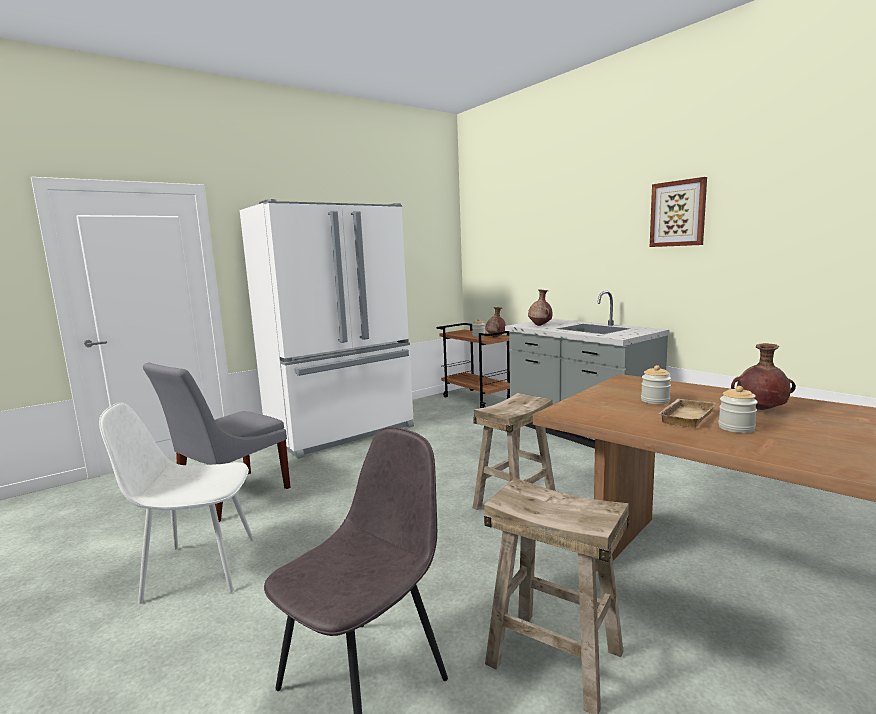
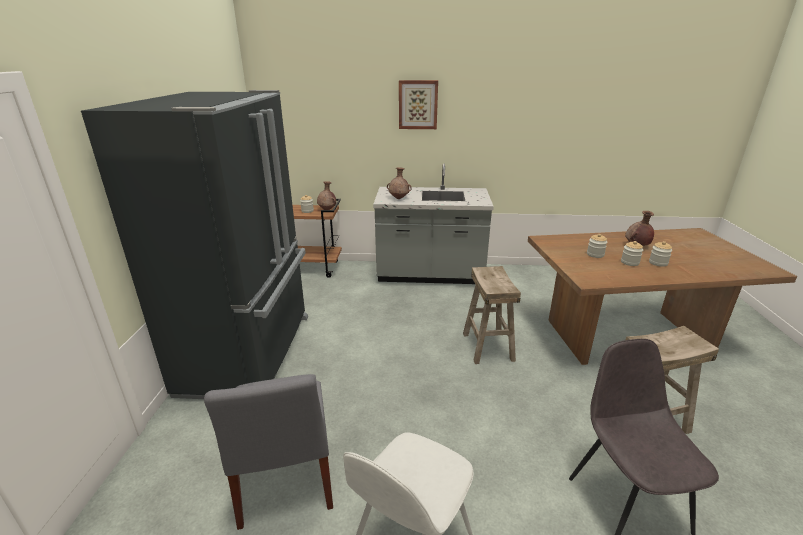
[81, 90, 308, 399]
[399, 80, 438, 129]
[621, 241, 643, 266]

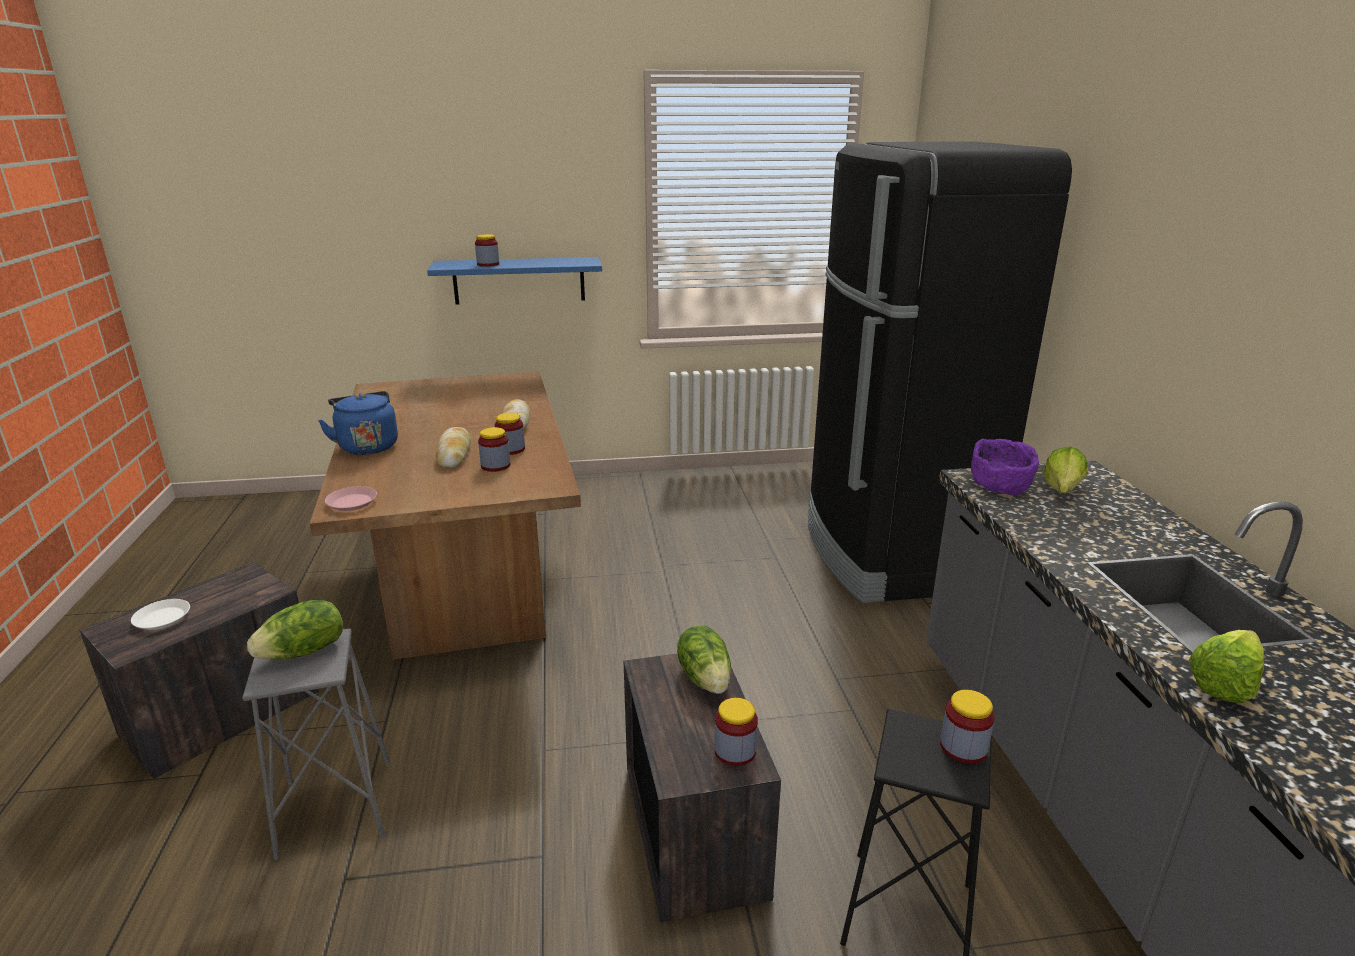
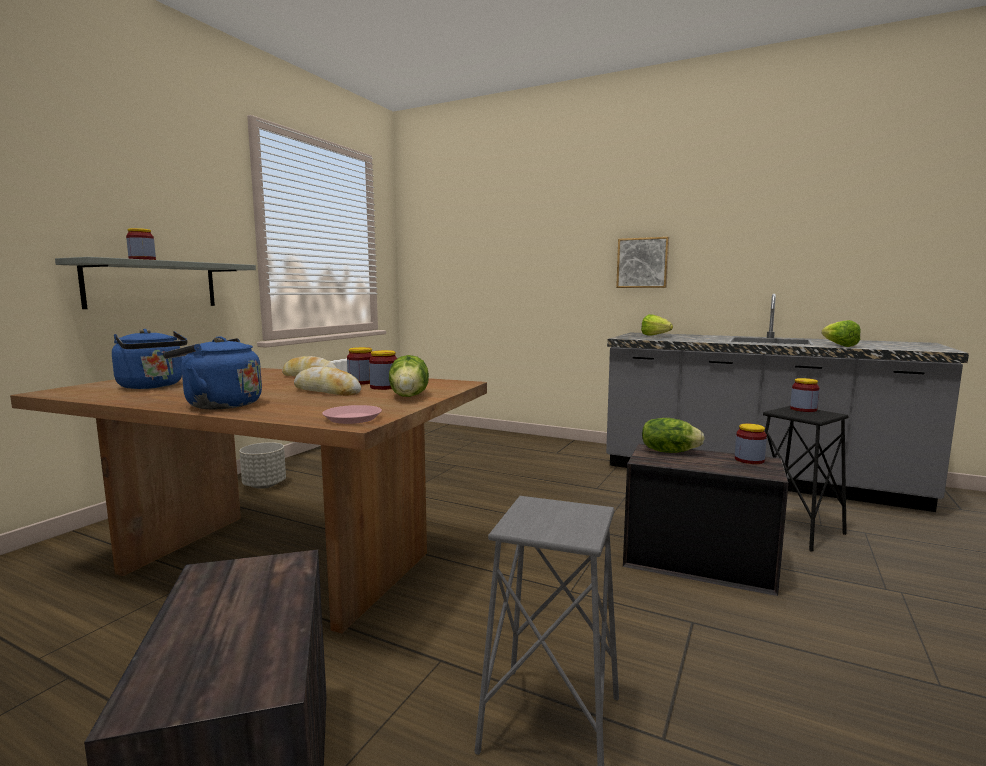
[55, 257, 256, 309]
[112, 329, 188, 389]
[239, 442, 286, 489]
[389, 355, 429, 397]
[616, 237, 669, 288]
[131, 599, 190, 630] (first image)
[808, 141, 1072, 603] (first image)
[971, 439, 1039, 495] (first image)

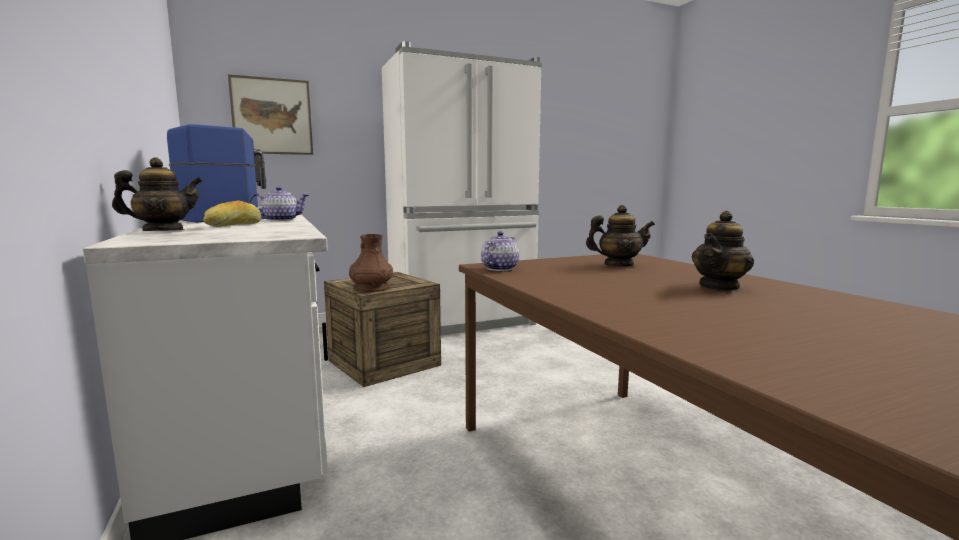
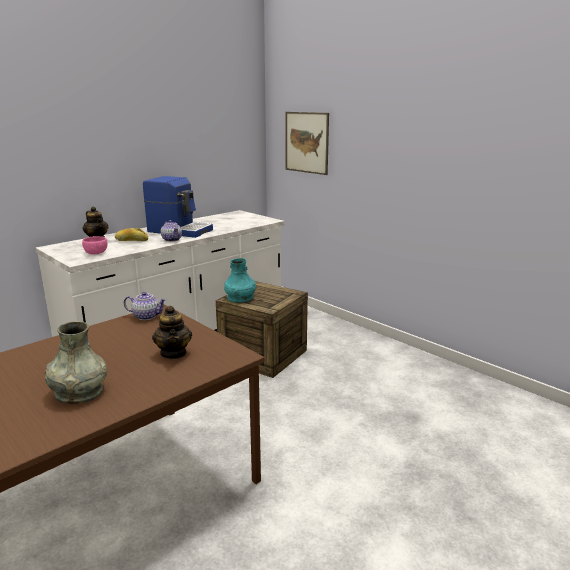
[45, 321, 107, 404]
[82, 236, 108, 255]
[224, 258, 256, 303]
[382, 41, 542, 335] (first image)

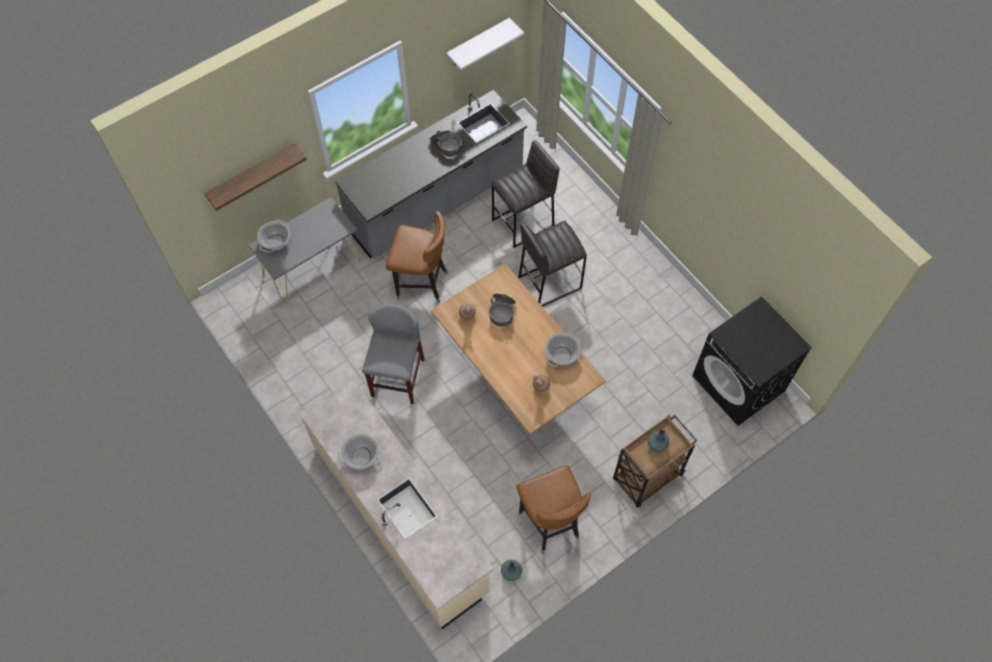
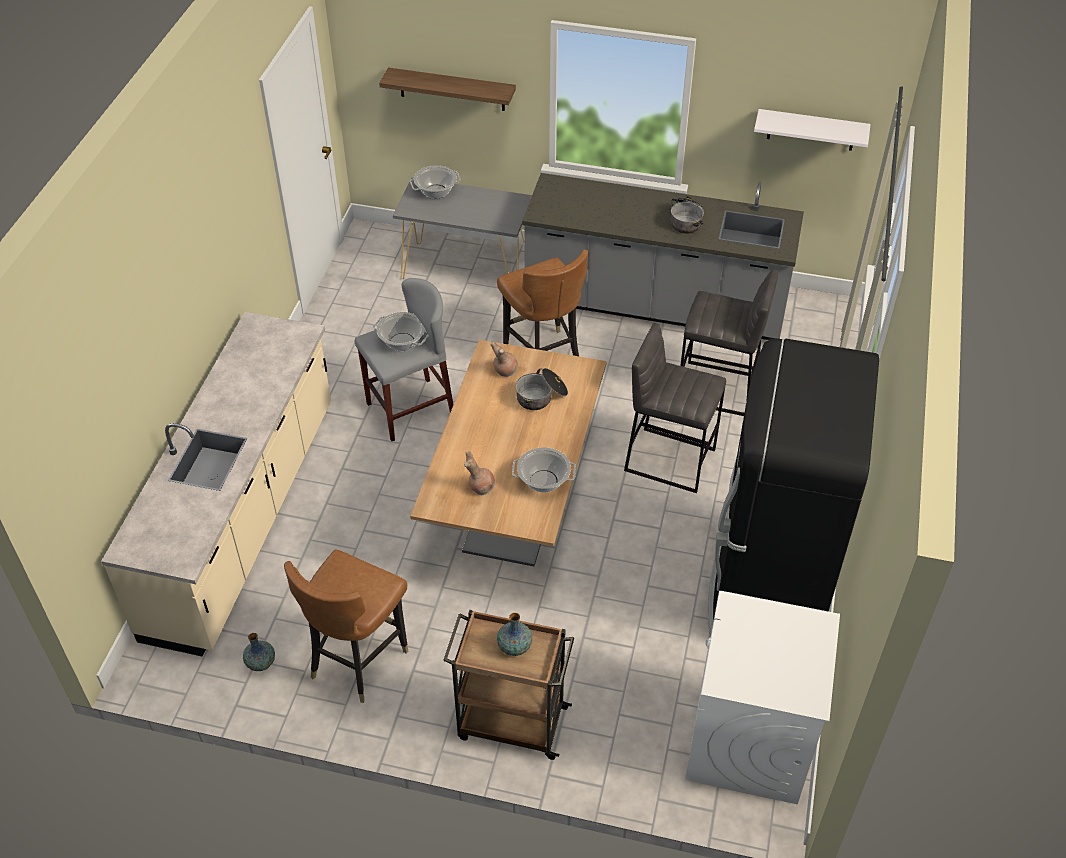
[373, 312, 429, 351]
[685, 591, 840, 805]
[708, 338, 879, 637]

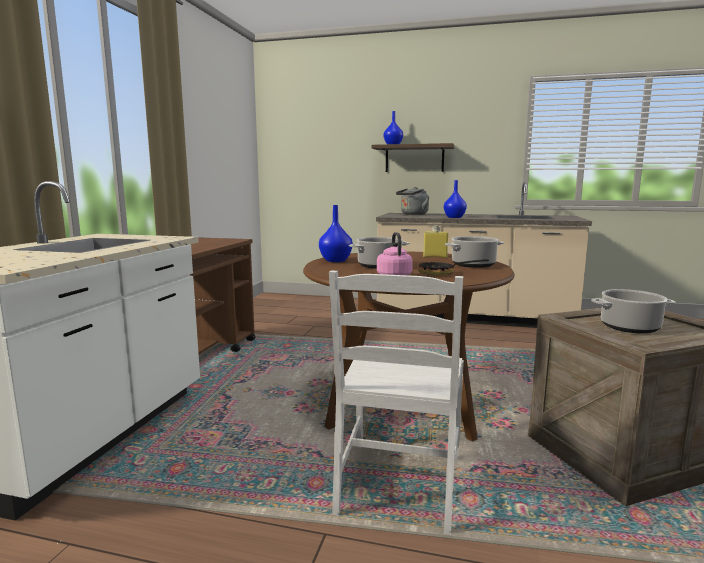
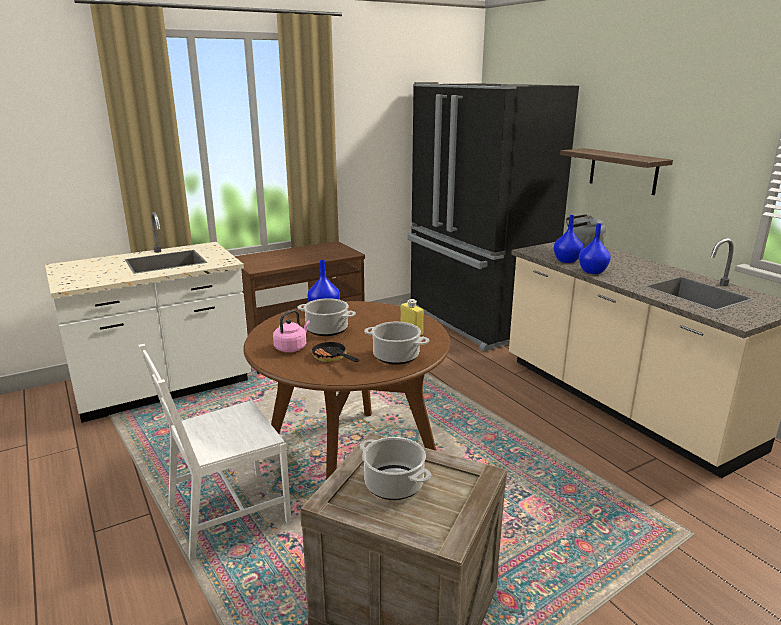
[407, 82, 579, 351]
[554, 215, 583, 263]

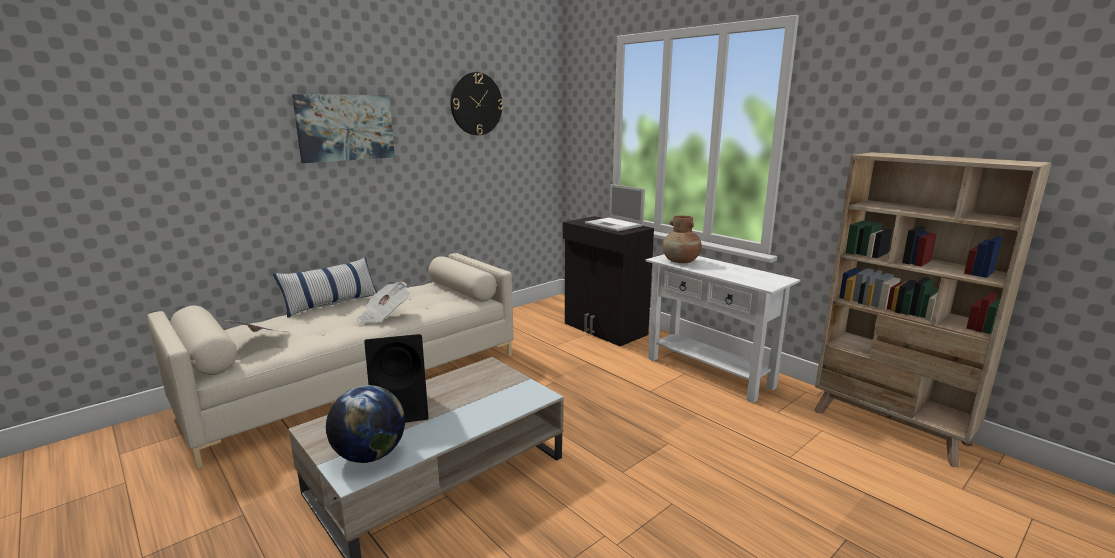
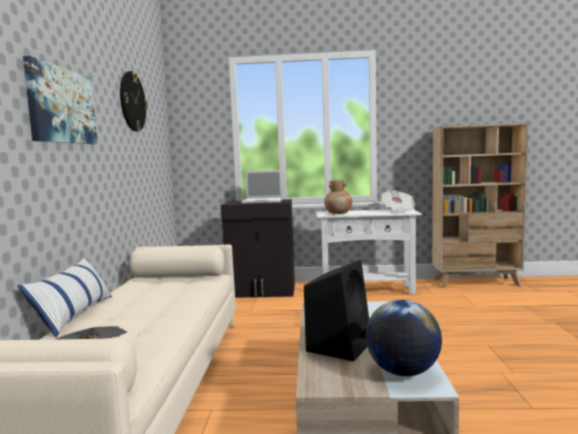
[381, 190, 415, 213]

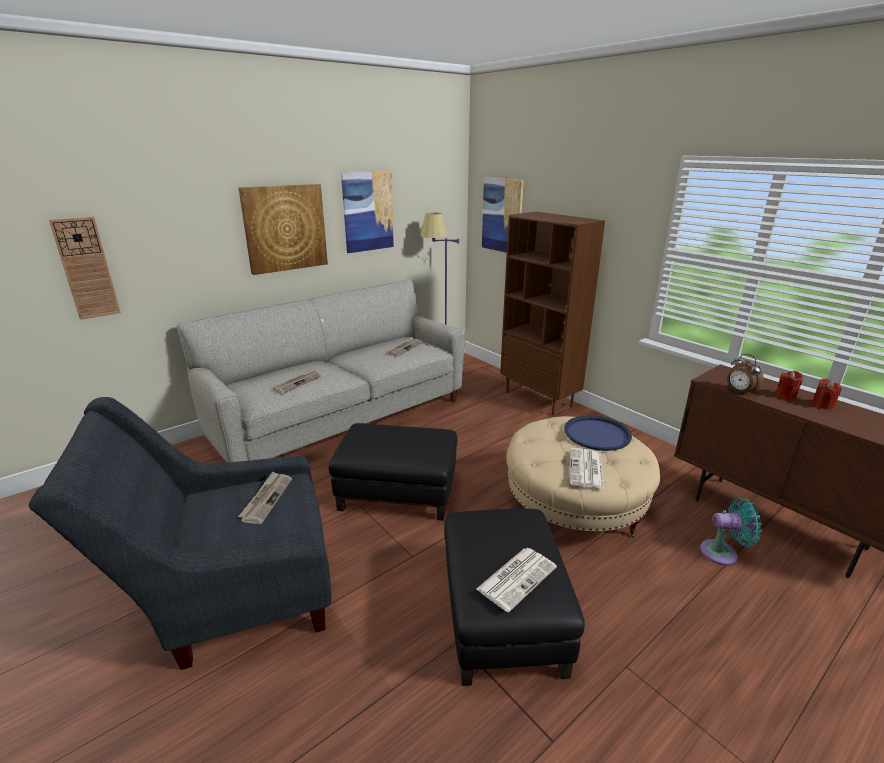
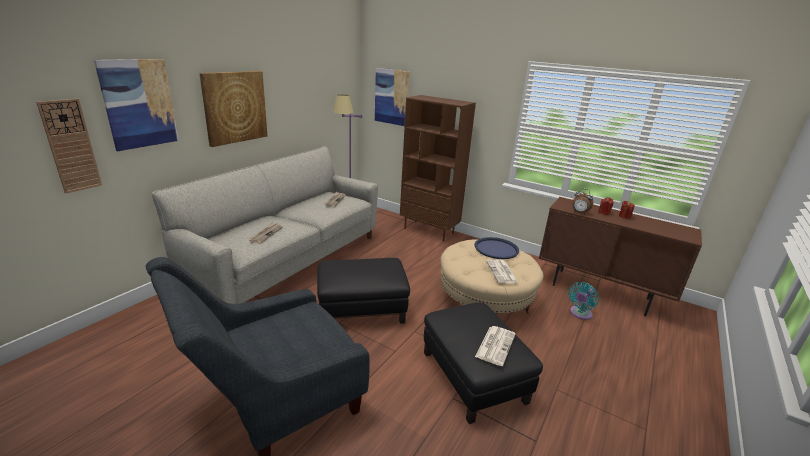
[94, 59, 179, 151]
[568, 282, 599, 320]
[238, 472, 292, 524] (first image)

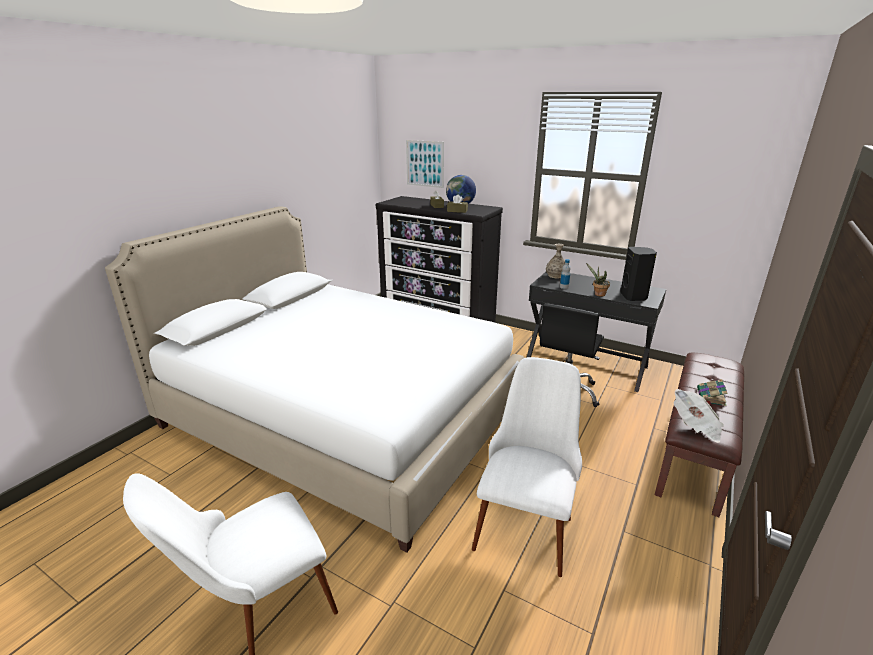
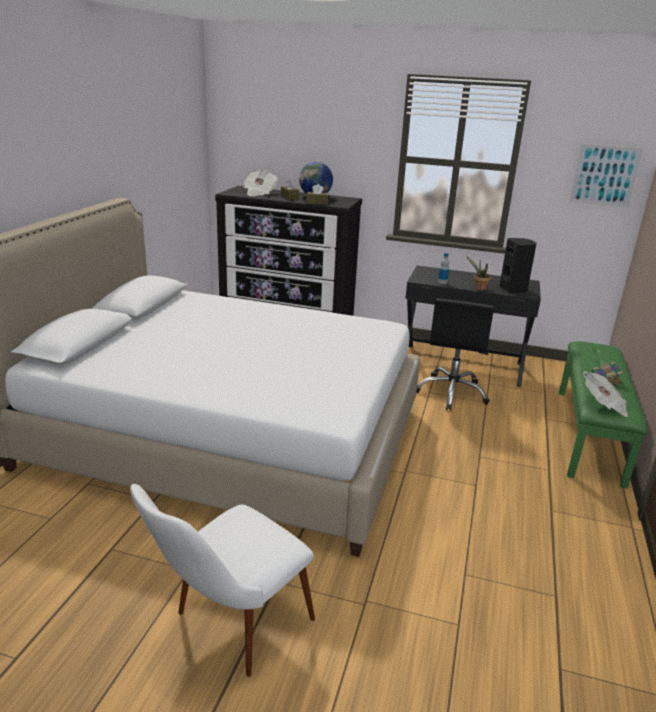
[244, 170, 278, 196]
[559, 342, 648, 489]
[569, 144, 643, 207]
[472, 357, 582, 577] (first image)
[546, 244, 565, 278] (first image)

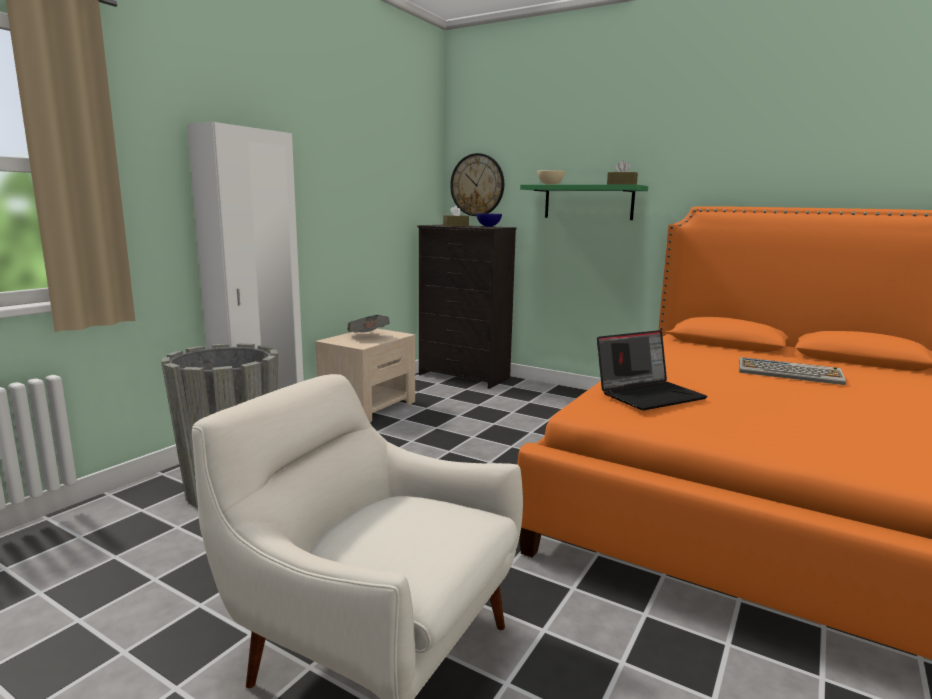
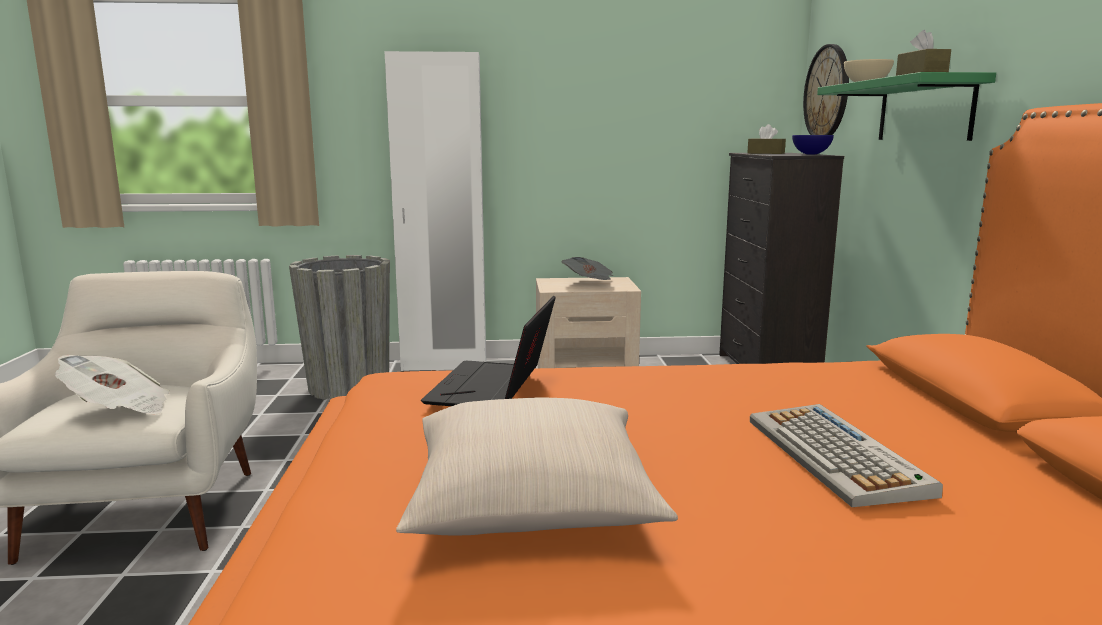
[55, 355, 169, 415]
[396, 398, 678, 535]
[421, 296, 556, 406]

